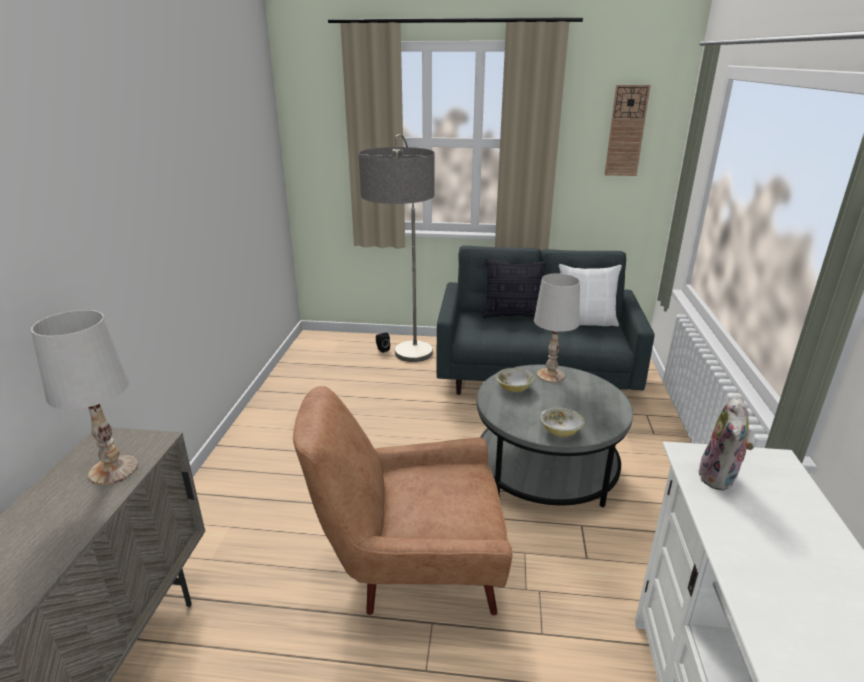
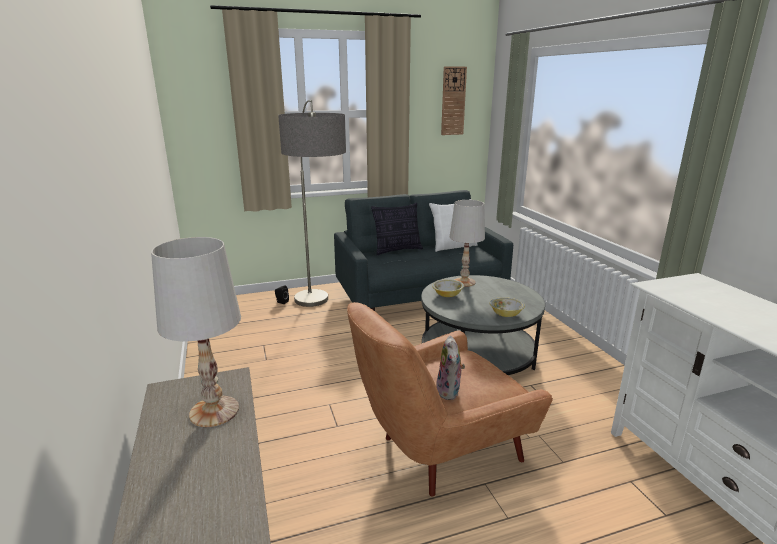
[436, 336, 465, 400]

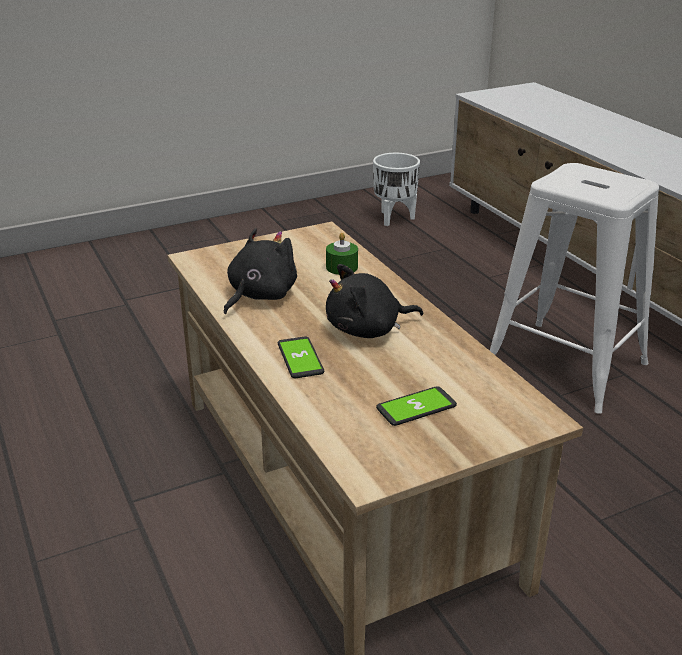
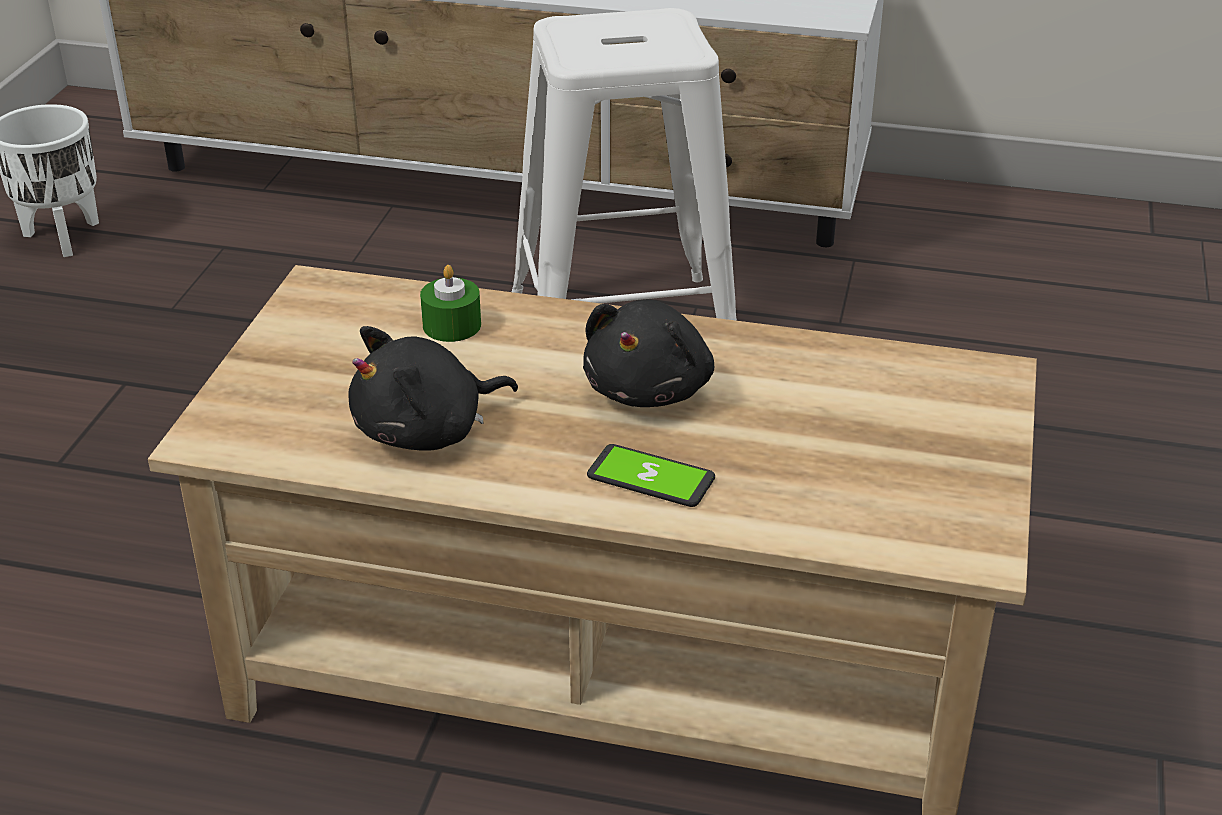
[348, 326, 518, 451]
[376, 386, 457, 426] (first image)

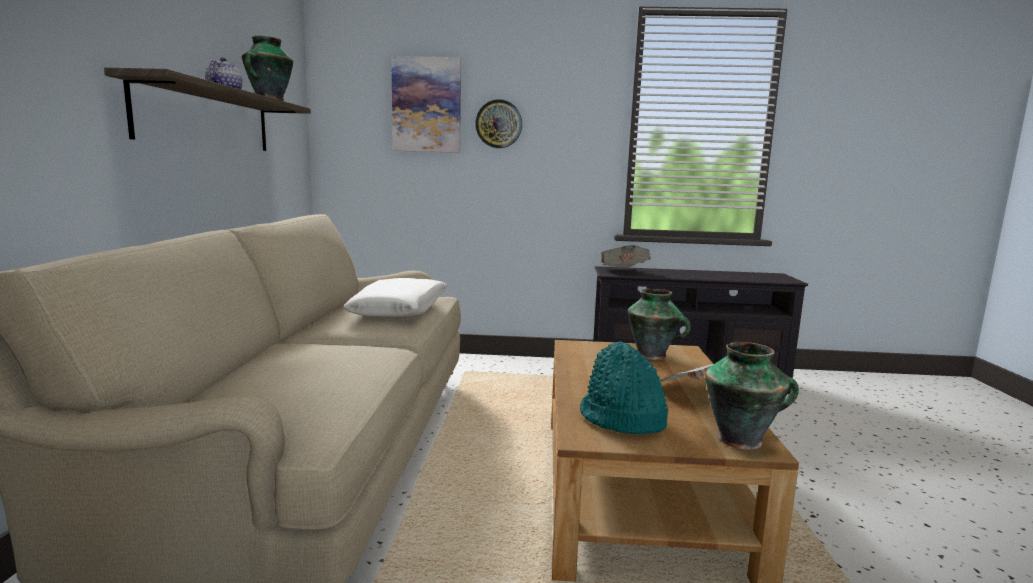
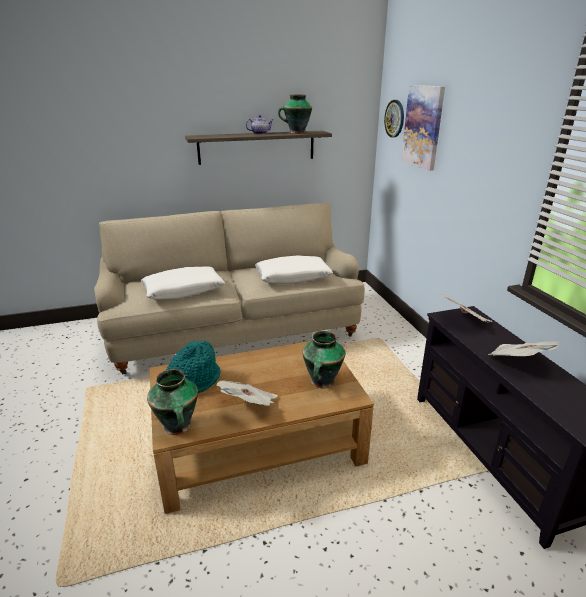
[141, 267, 225, 299]
[384, 100, 404, 138]
[488, 341, 559, 356]

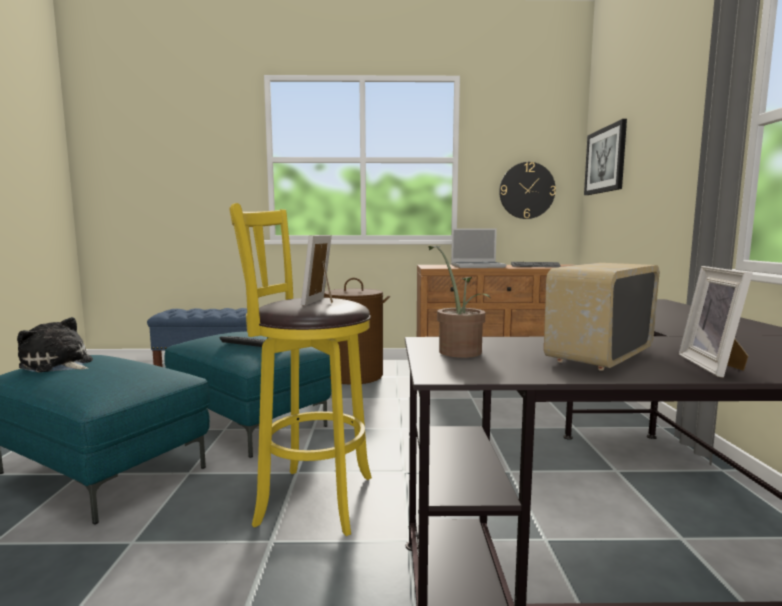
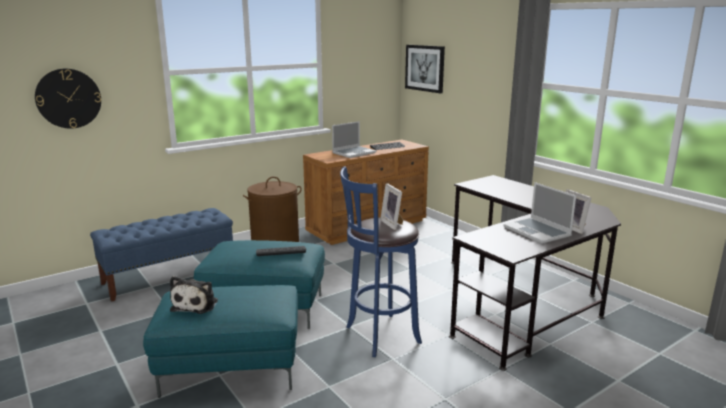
[35, 69, 101, 129]
[170, 276, 218, 314]
[340, 167, 422, 357]
[503, 182, 576, 244]
[429, 246, 490, 358] (first image)

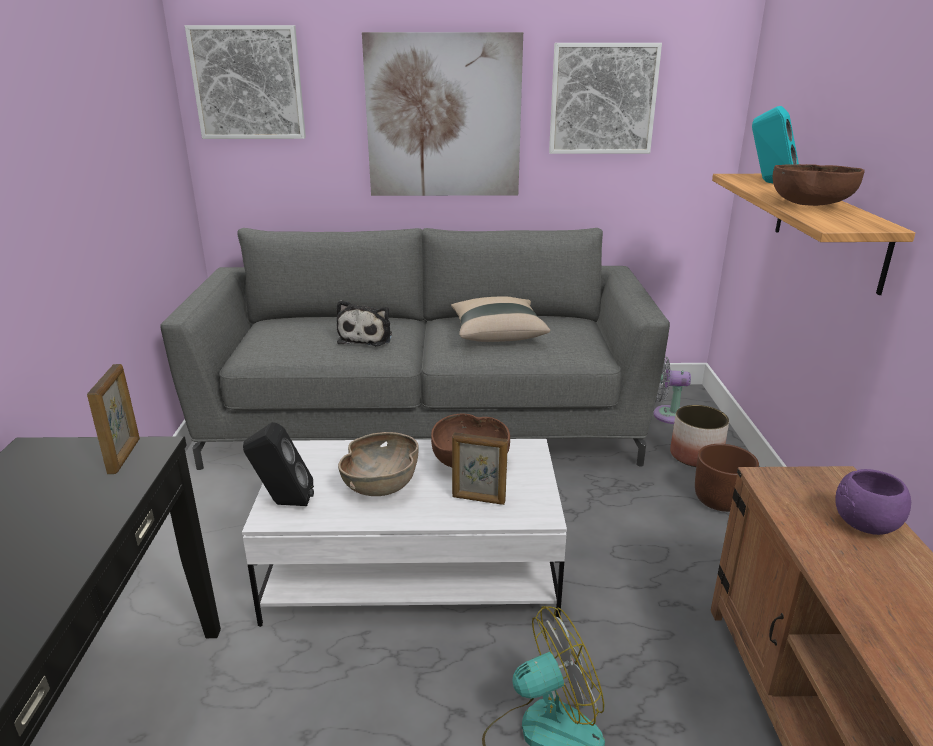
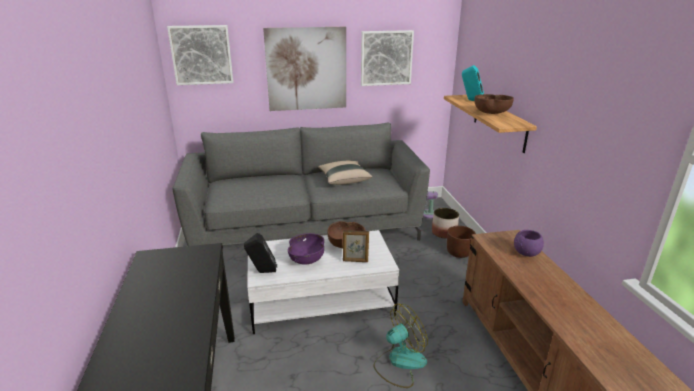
[288, 233, 324, 264]
[87, 364, 140, 474] (first image)
[337, 300, 392, 346] (first image)

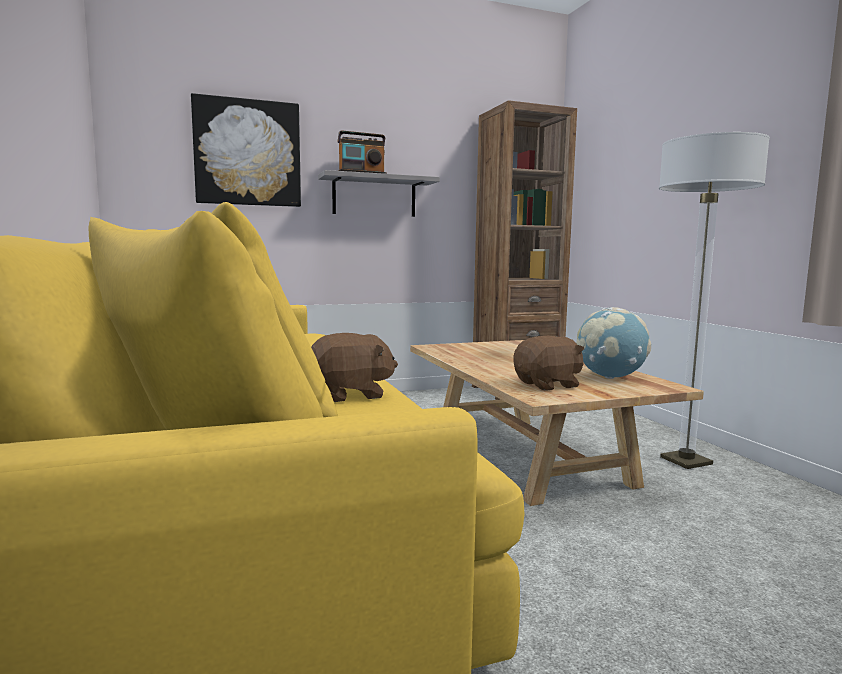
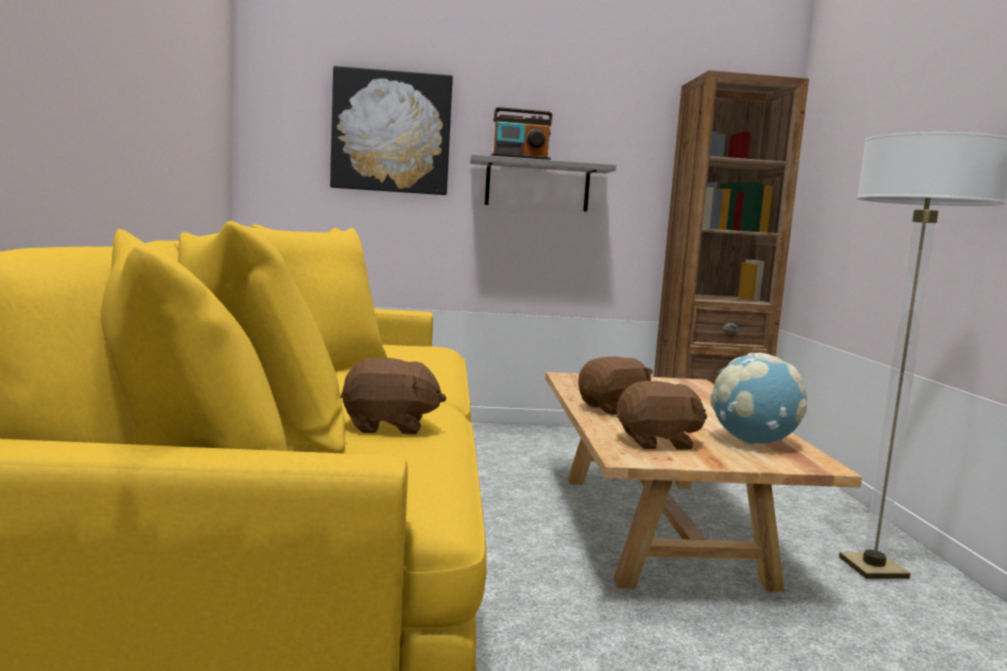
[578, 357, 653, 415]

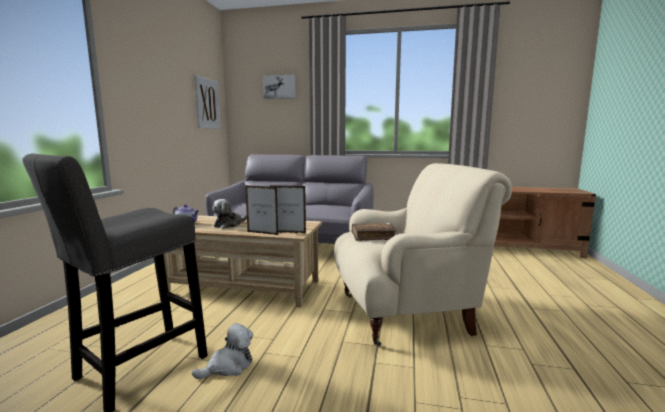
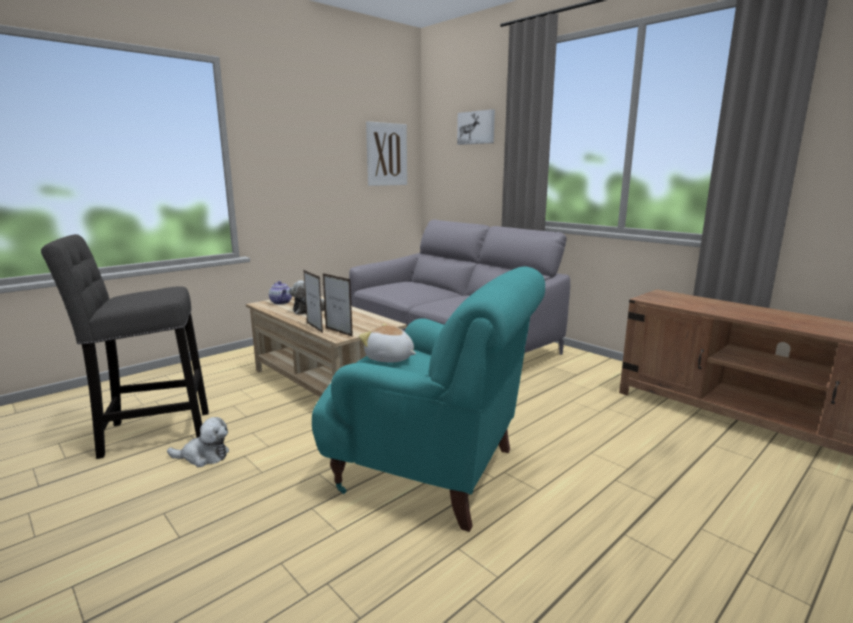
[312, 267, 545, 532]
[359, 323, 417, 362]

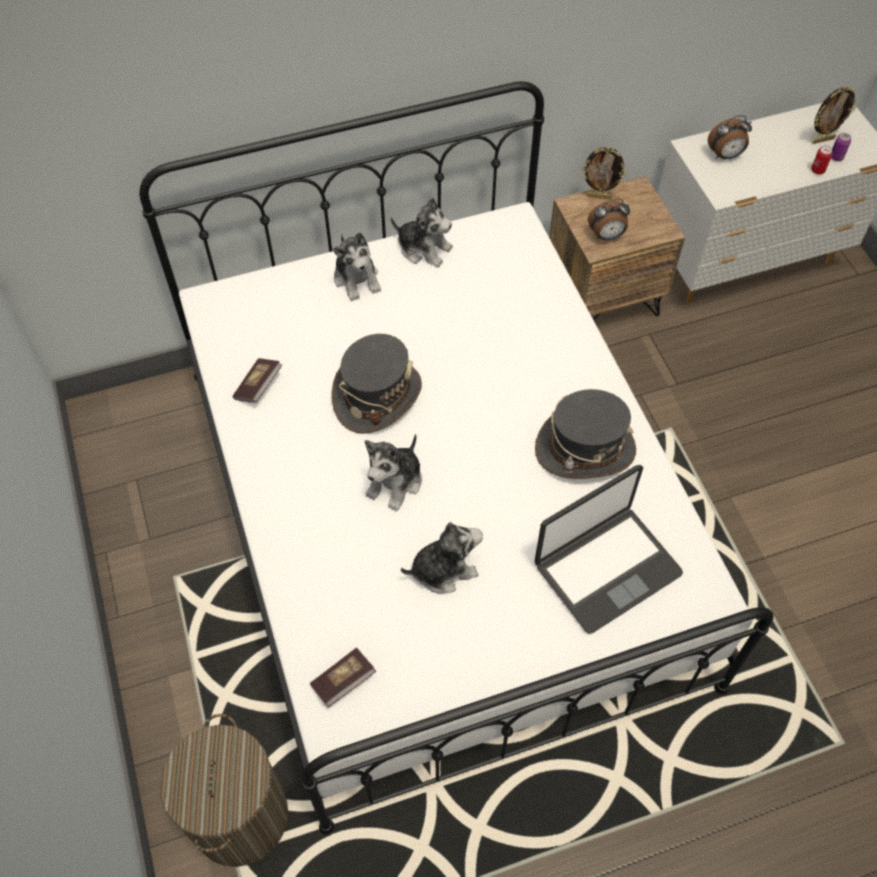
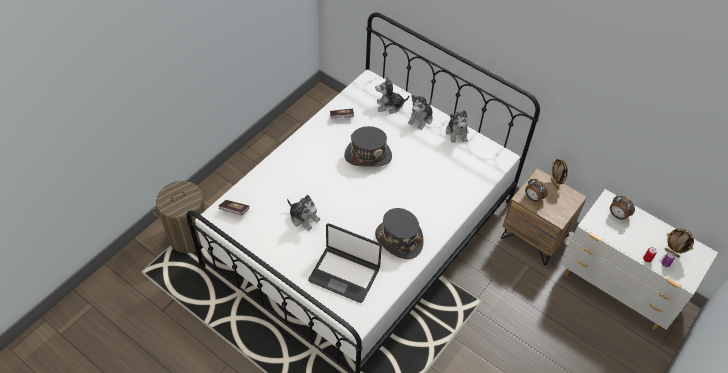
[375, 76, 409, 114]

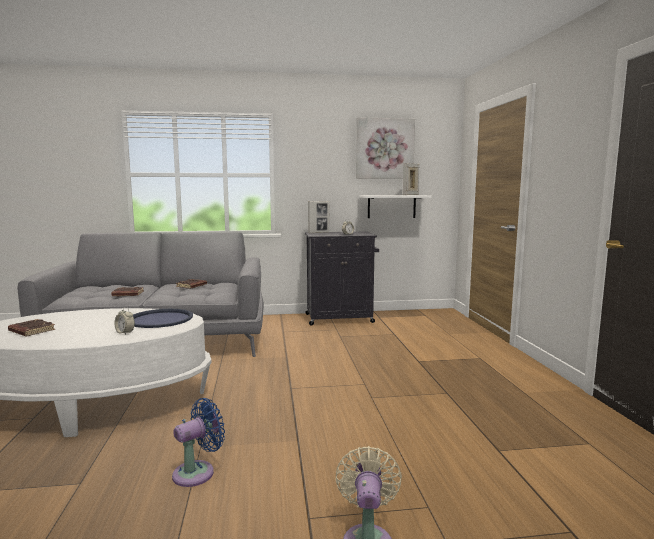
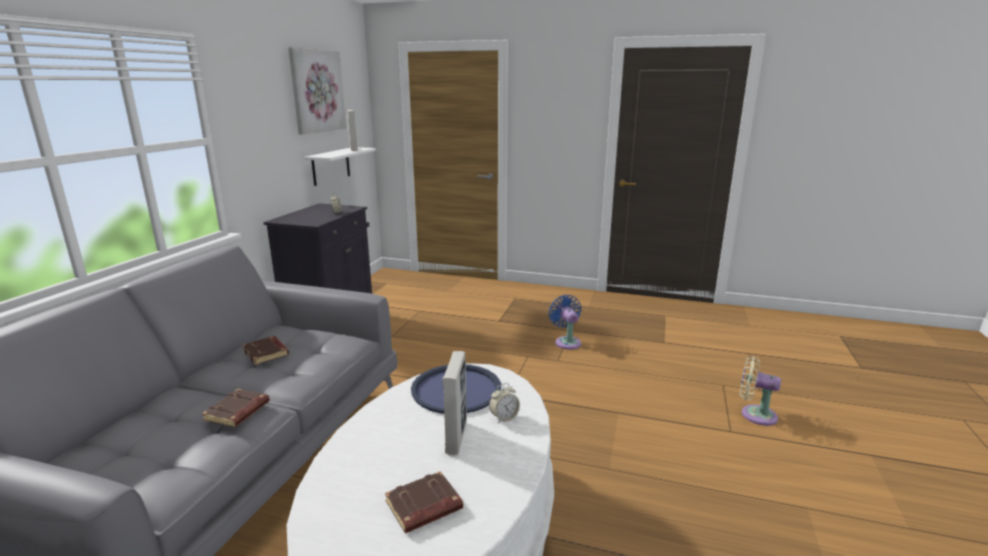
[442, 351, 467, 455]
[549, 295, 581, 349]

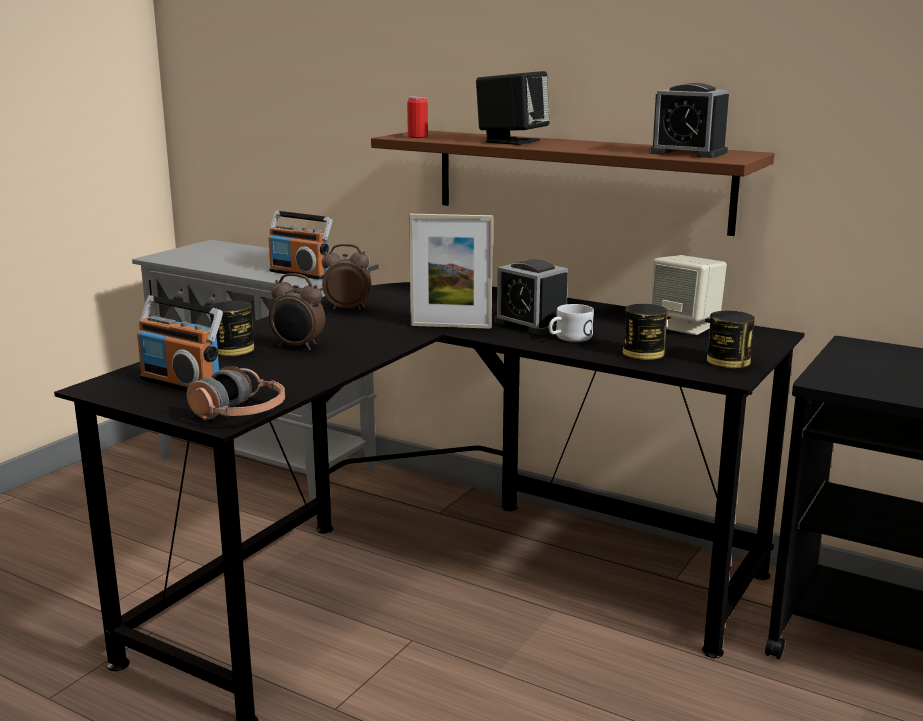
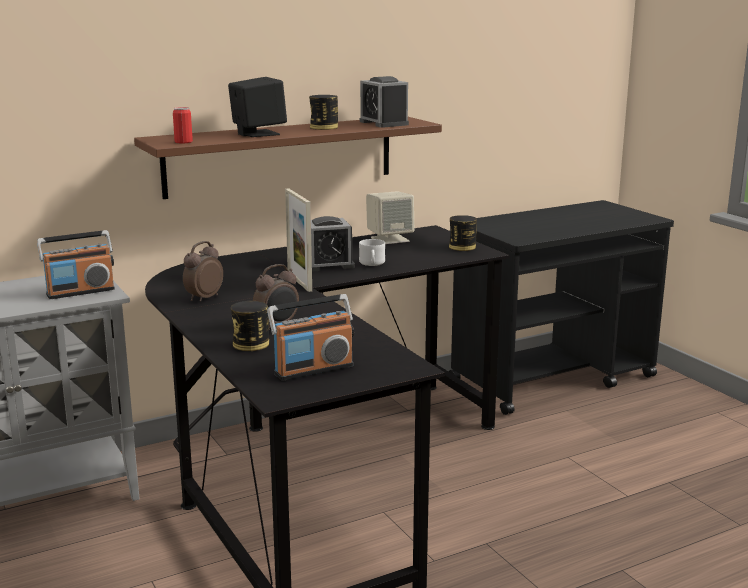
[285, 188, 312, 292]
[309, 95, 338, 130]
[360, 76, 409, 127]
[187, 366, 285, 420] (first image)

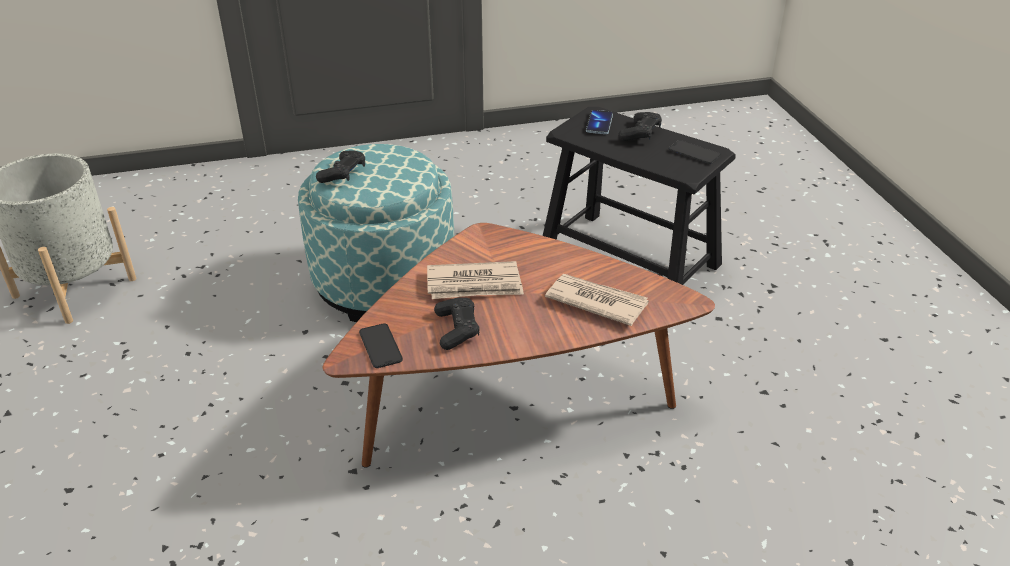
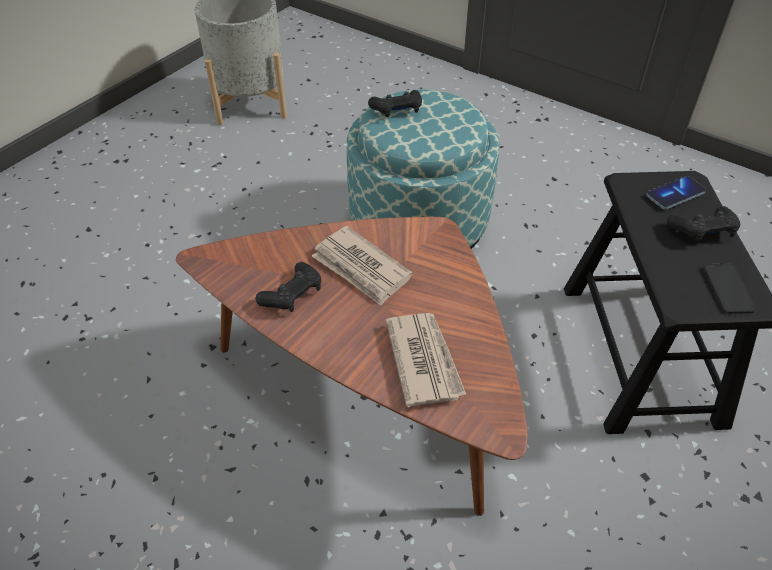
[359, 323, 403, 368] (first image)

